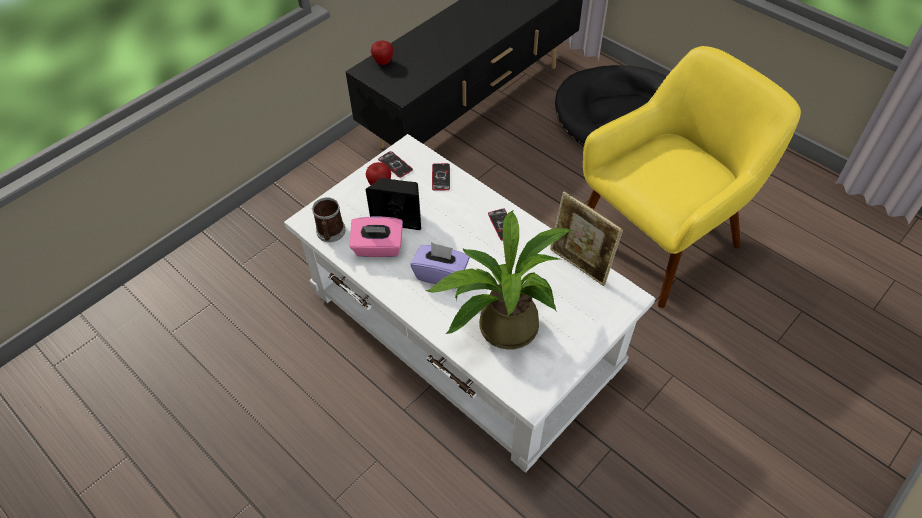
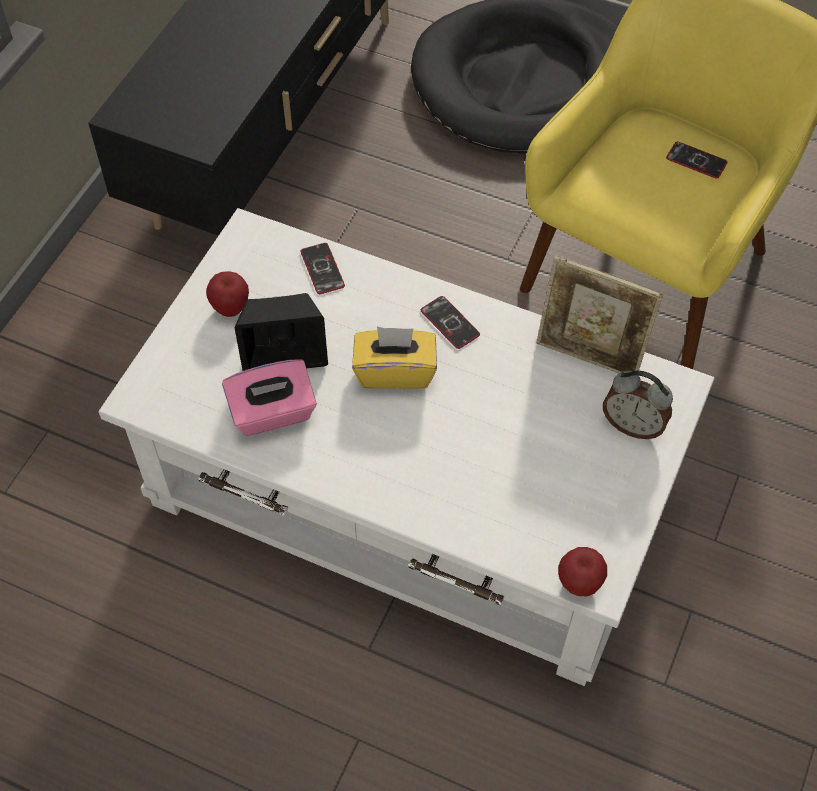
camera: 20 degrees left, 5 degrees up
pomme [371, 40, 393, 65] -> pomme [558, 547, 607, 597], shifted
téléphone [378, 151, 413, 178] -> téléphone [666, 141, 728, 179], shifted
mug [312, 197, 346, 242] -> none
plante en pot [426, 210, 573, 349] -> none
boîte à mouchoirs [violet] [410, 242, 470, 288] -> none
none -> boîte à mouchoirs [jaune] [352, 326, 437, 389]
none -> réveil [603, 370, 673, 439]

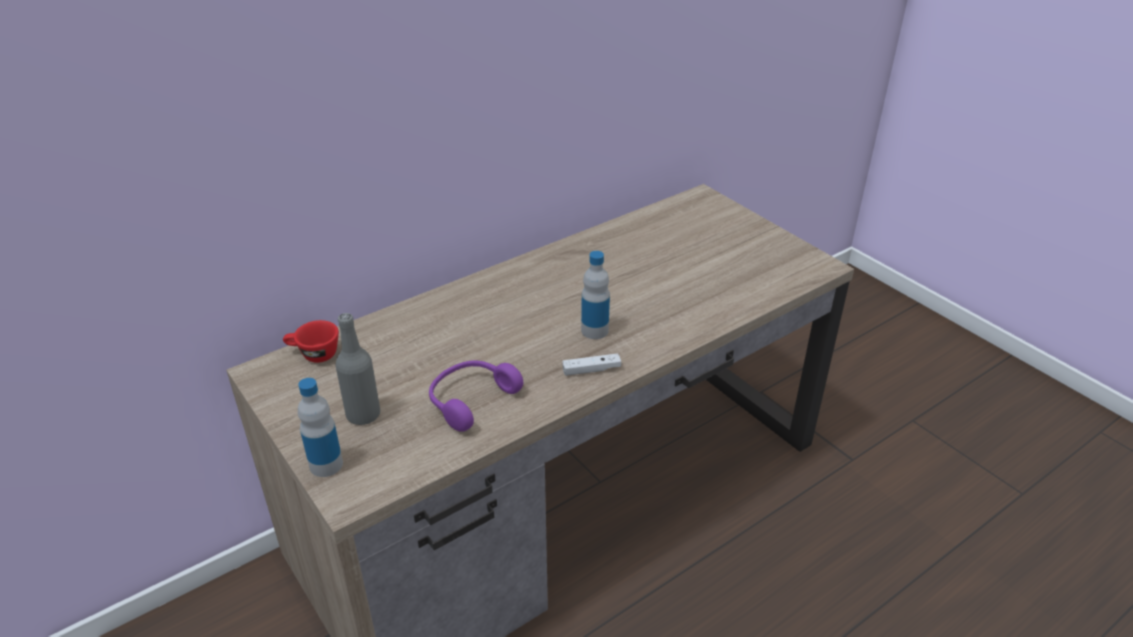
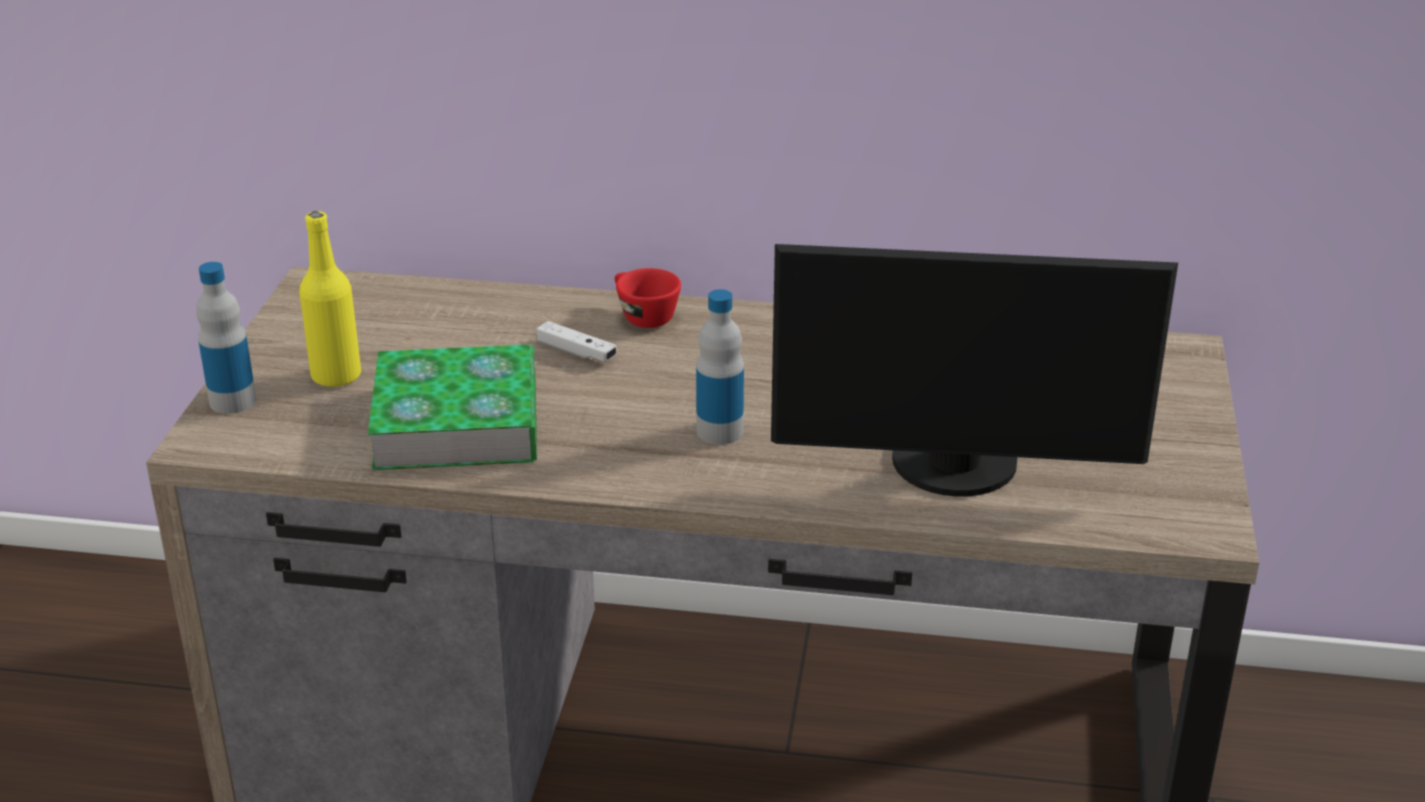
camera: 45 degrees right, 5 degrees down
bouteille [gris] [336, 313, 380, 425] -> bouteille [jaune] [299, 211, 361, 387]
tasse [rouge] [283, 320, 339, 363] -> tasse [rouge] [615, 268, 681, 328], shifted
manette [blanc] [562, 353, 621, 376] -> manette [blanc] [536, 321, 617, 362], shifted
casque audio [violet] [429, 360, 523, 432] -> livre [368, 344, 537, 470]
none -> écran d'ordinateur [771, 244, 1178, 496]

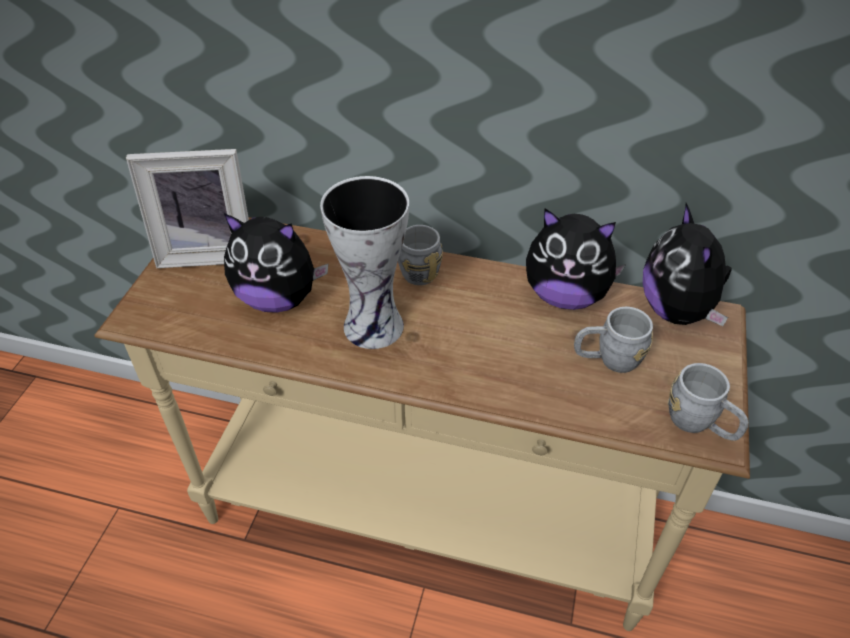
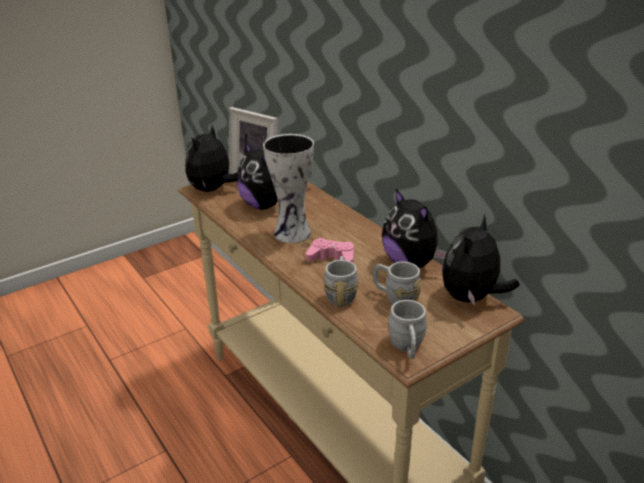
camera: 40 degrees right, 15 degrees down
mug [gris] [398, 225, 443, 285] -> mug [gris] [323, 256, 359, 307], shifted
none -> peluche [185, 125, 237, 192]
none -> manette [rose] [306, 238, 354, 263]

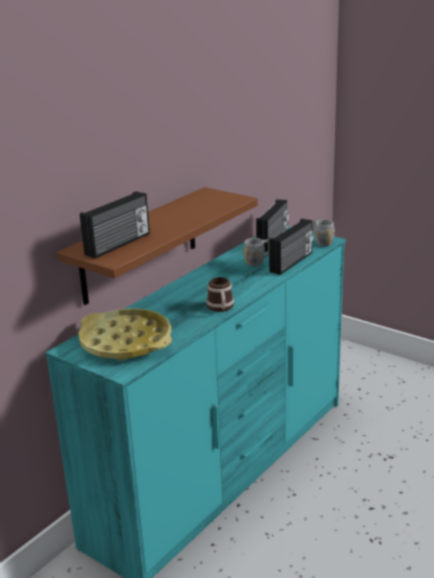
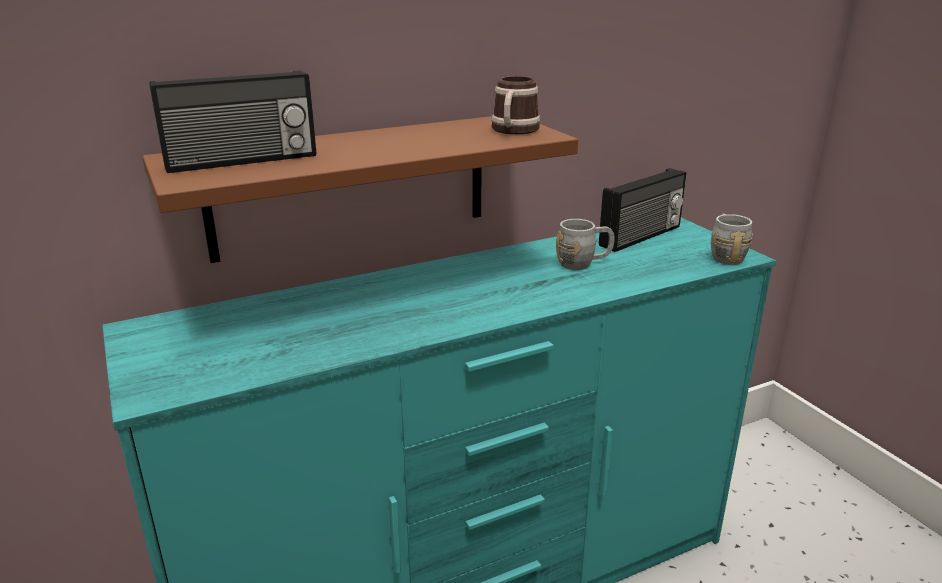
camera: 25 degrees right, 0 degrees up
radio [269, 219, 313, 275] -> none
mug [206, 277, 234, 312] -> mug [491, 76, 540, 134], shifted
plateau [jaune] [78, 308, 172, 361] -> none

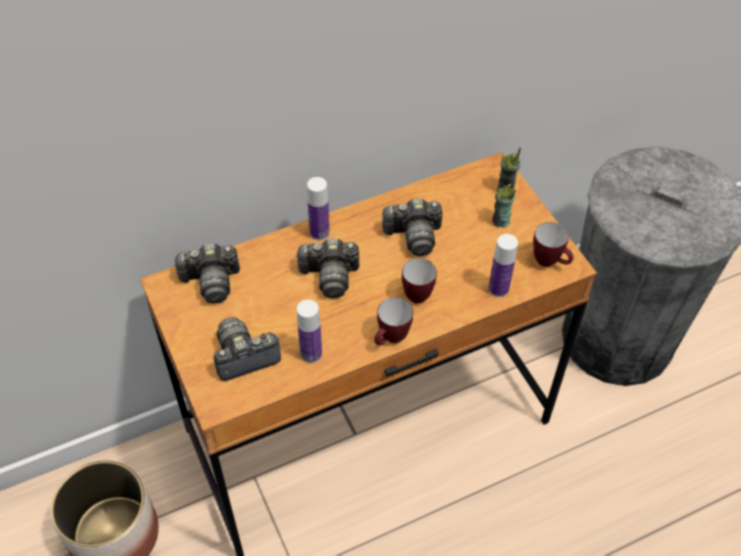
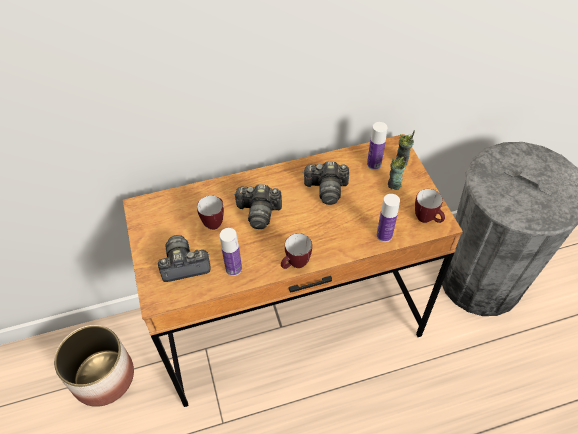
camera: 10 degrees right, 0 degrees up
bouteille [307, 177, 330, 240] -> bouteille [367, 122, 387, 170], shifted
appareil photo [173, 243, 240, 304] -> none
mug [402, 258, 437, 304] -> mug [197, 196, 224, 230], shifted

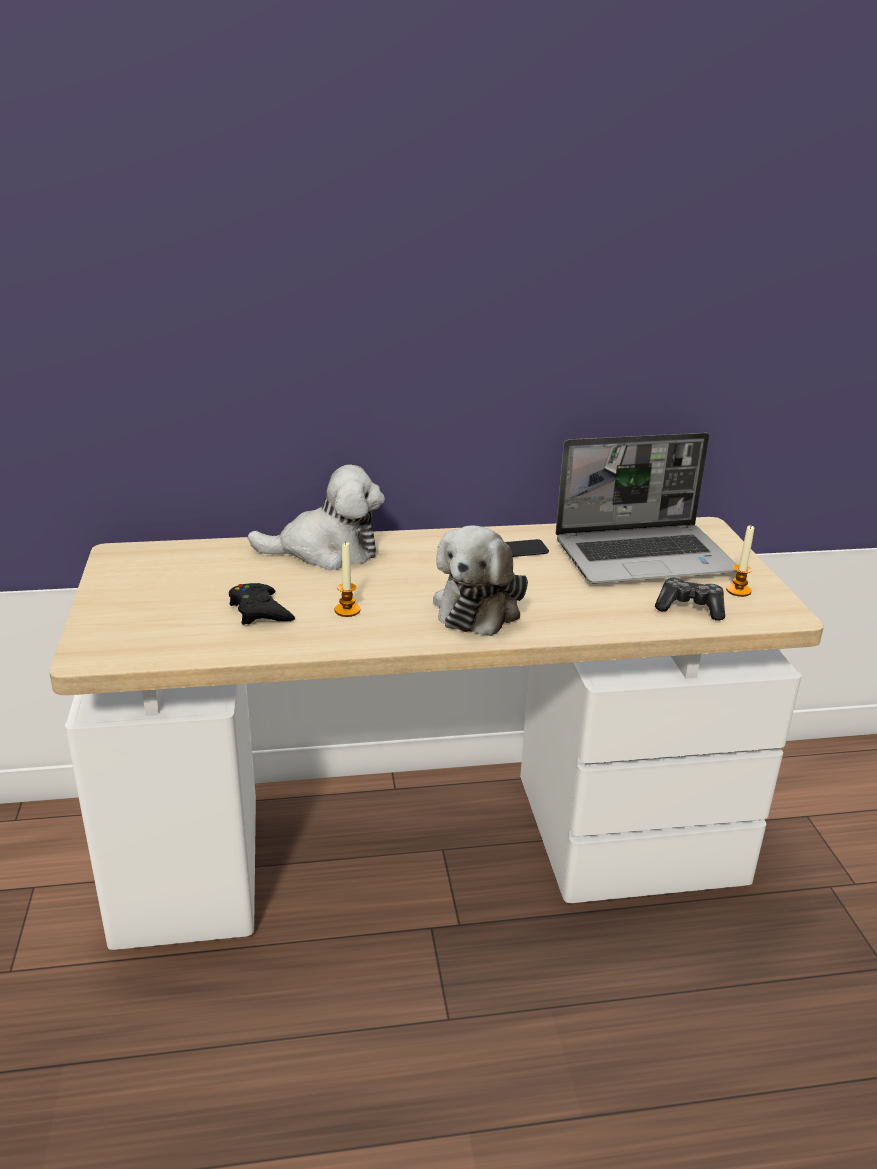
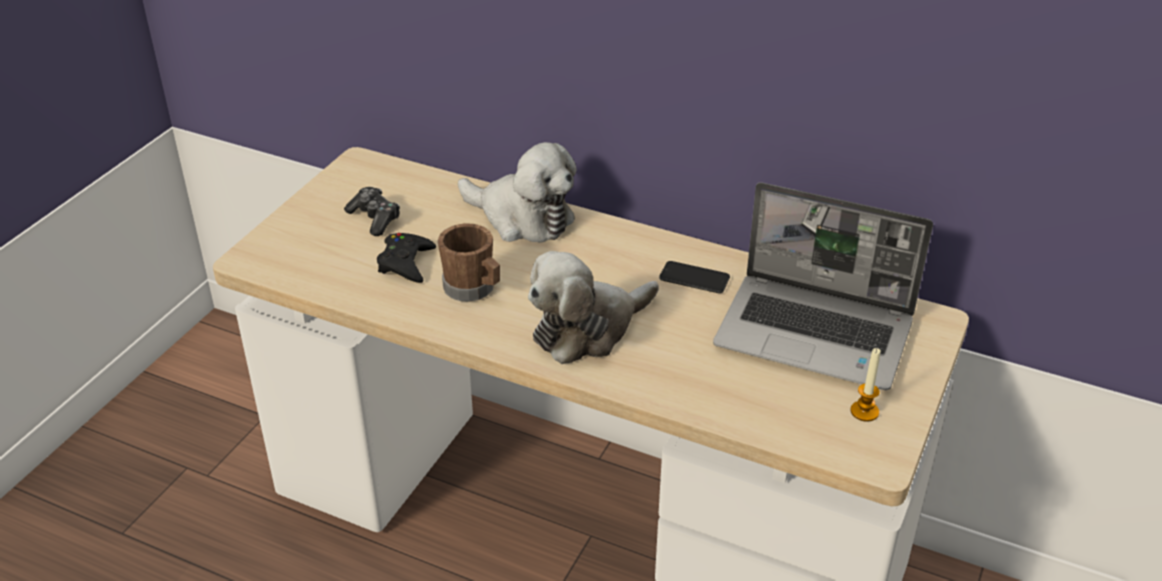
camera: 35 degrees right, 10 degrees up
bougie [335, 542, 360, 617] -> mug [marron] [438, 223, 500, 302]
manette [655, 578, 725, 621] -> manette [344, 187, 400, 236], shifted

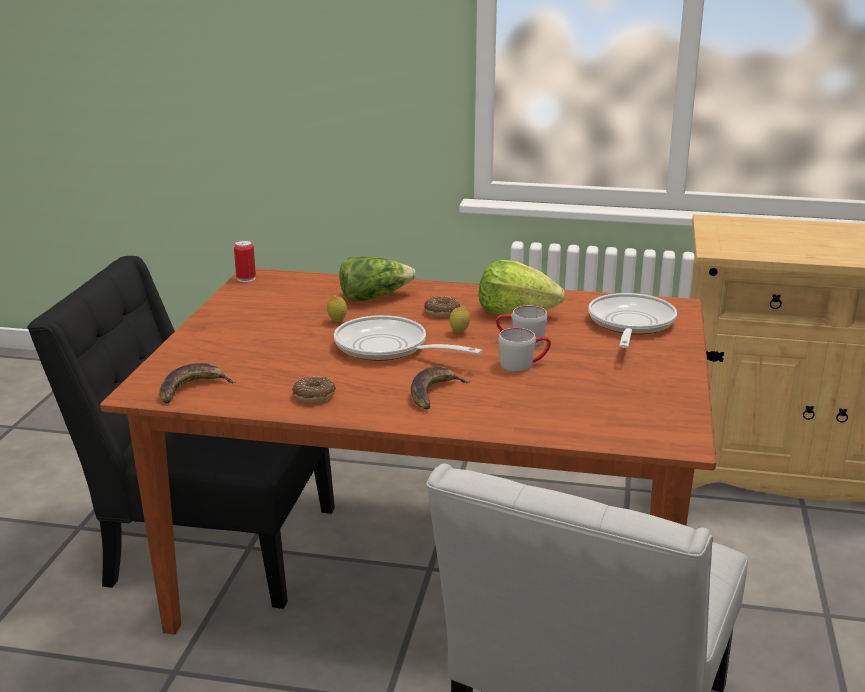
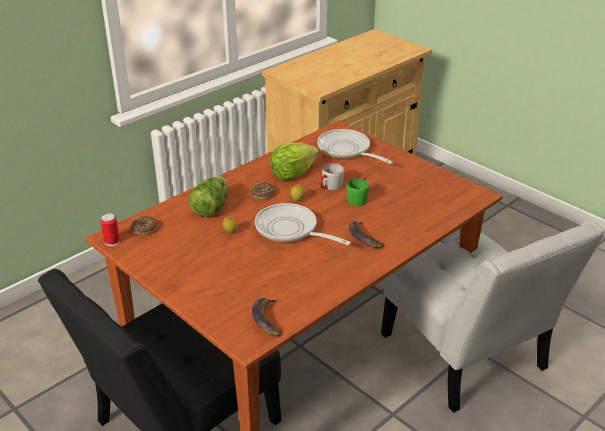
camera: 55 degrees left, 10 degrees up
poêle [334, 315, 482, 361] -> poêle [255, 203, 351, 245], 60 degrees clockwise
mug [gris] [498, 328, 551, 372] -> mug [vert] [347, 177, 369, 206]
beignet [292, 376, 336, 403] -> beignet [131, 216, 158, 235], shifted

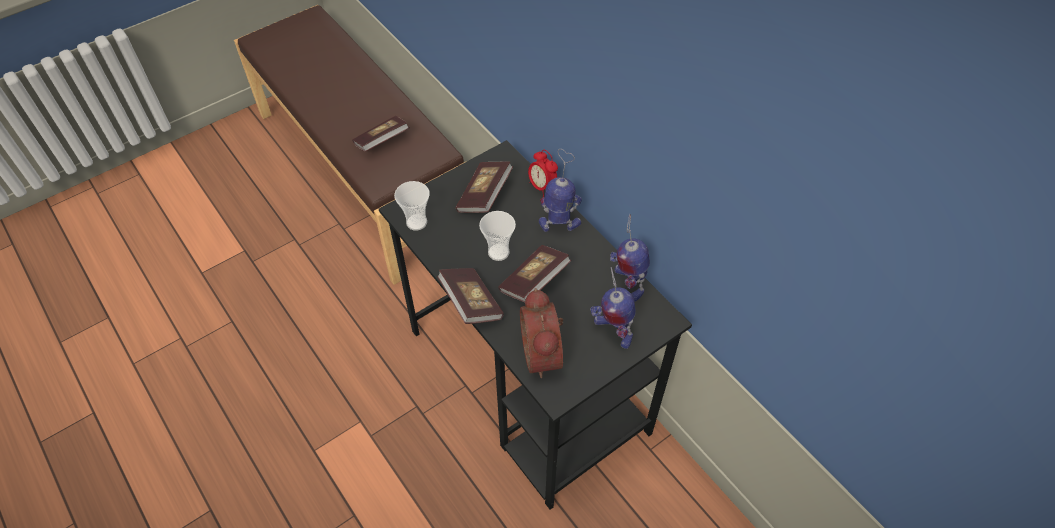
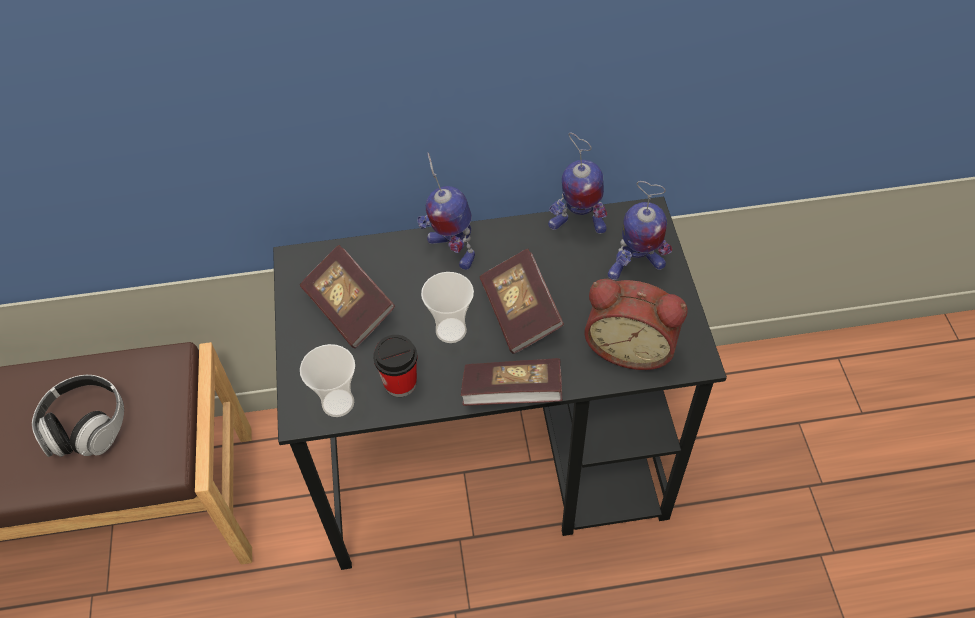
camera: 60 degrees left, 0 degrees up
livre [352, 116, 410, 152] -> casque audio [32, 375, 124, 457]
robot jouet [539, 149, 582, 232] -> robot jouet [417, 152, 475, 270], 75 degrees counterclockwise
réveil [528, 150, 558, 197] -> none
none -> tasse [373, 335, 418, 397]

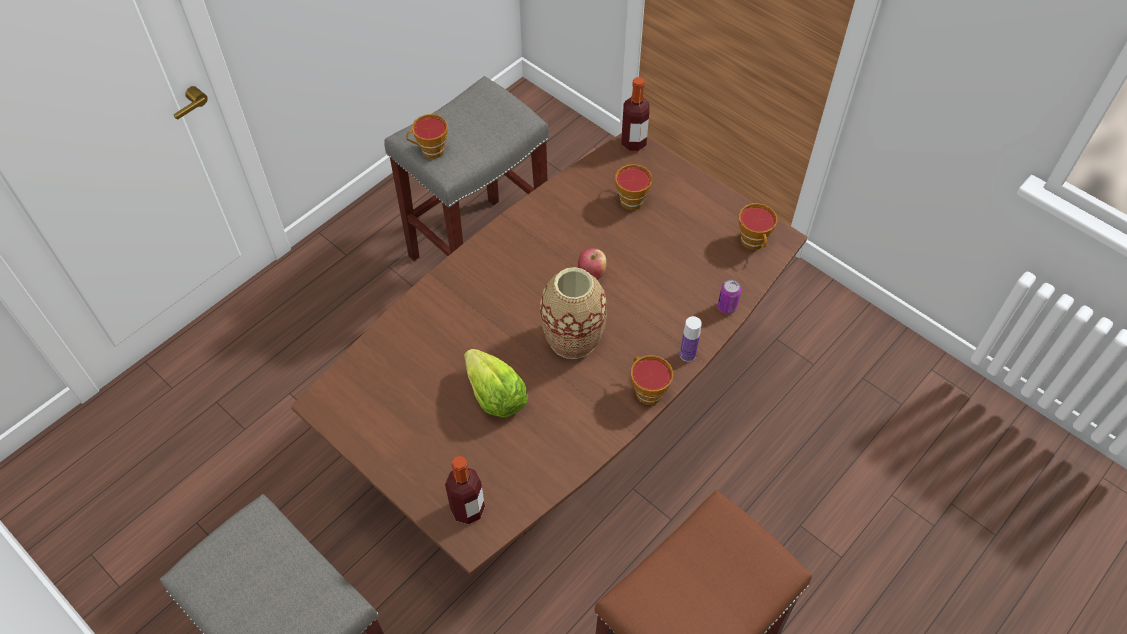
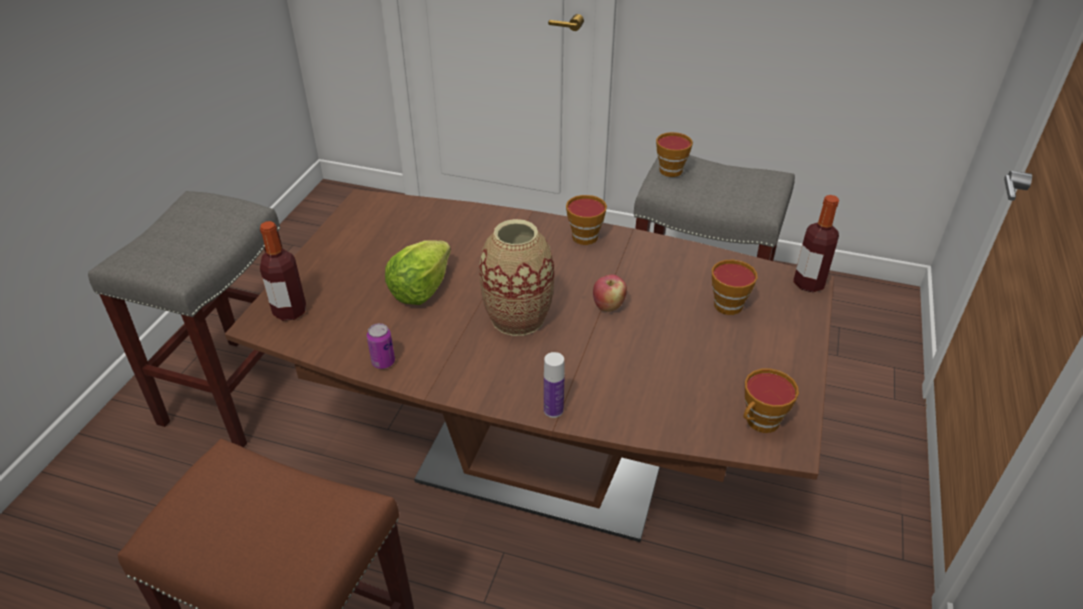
camera: 65 degrees right, 15 degrees down
boîte métallique [718, 279, 741, 314] -> boîte métallique [367, 323, 395, 369], shifted
tasse [631, 355, 673, 405] -> tasse [566, 195, 607, 245], shifted

